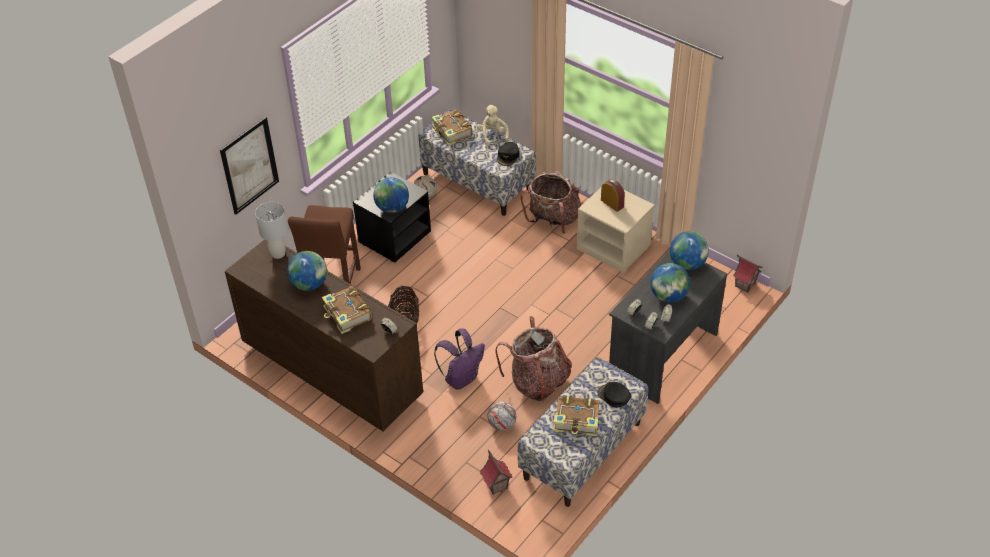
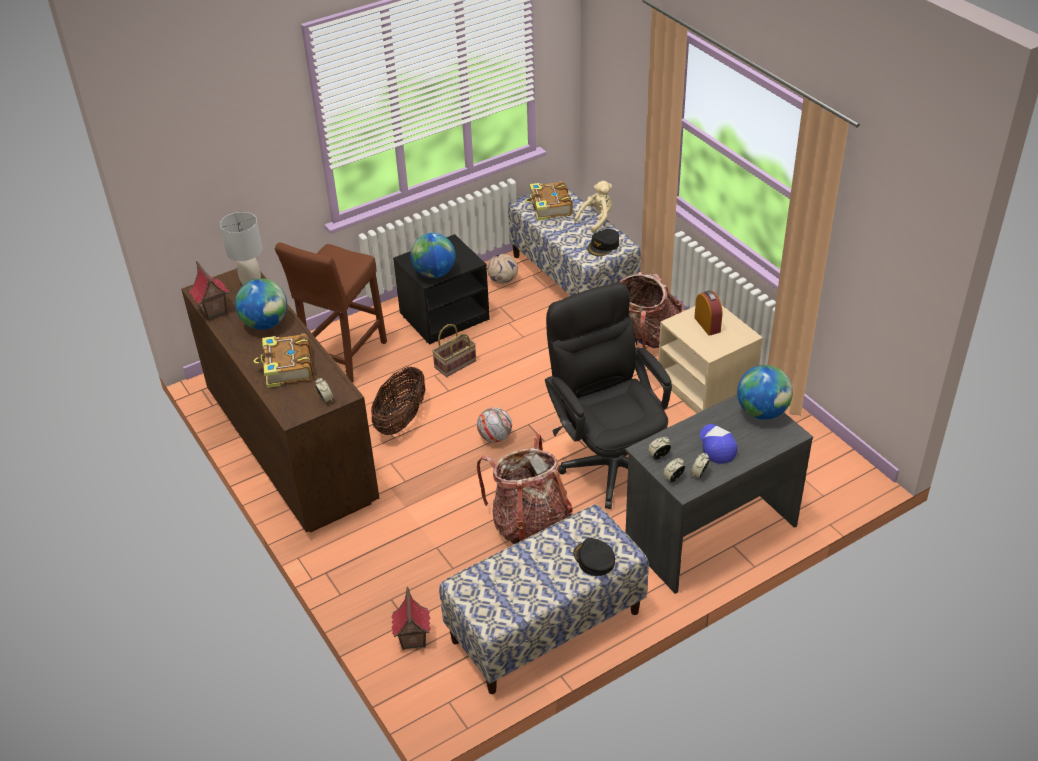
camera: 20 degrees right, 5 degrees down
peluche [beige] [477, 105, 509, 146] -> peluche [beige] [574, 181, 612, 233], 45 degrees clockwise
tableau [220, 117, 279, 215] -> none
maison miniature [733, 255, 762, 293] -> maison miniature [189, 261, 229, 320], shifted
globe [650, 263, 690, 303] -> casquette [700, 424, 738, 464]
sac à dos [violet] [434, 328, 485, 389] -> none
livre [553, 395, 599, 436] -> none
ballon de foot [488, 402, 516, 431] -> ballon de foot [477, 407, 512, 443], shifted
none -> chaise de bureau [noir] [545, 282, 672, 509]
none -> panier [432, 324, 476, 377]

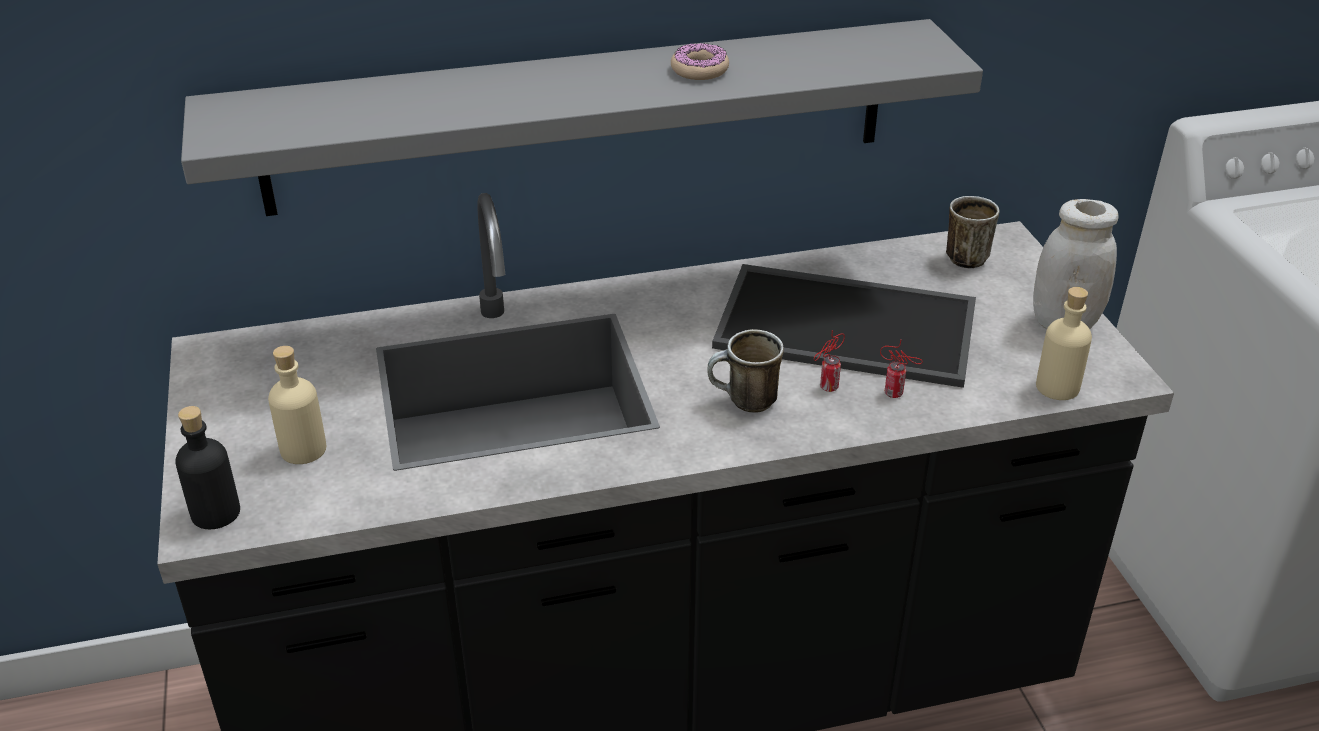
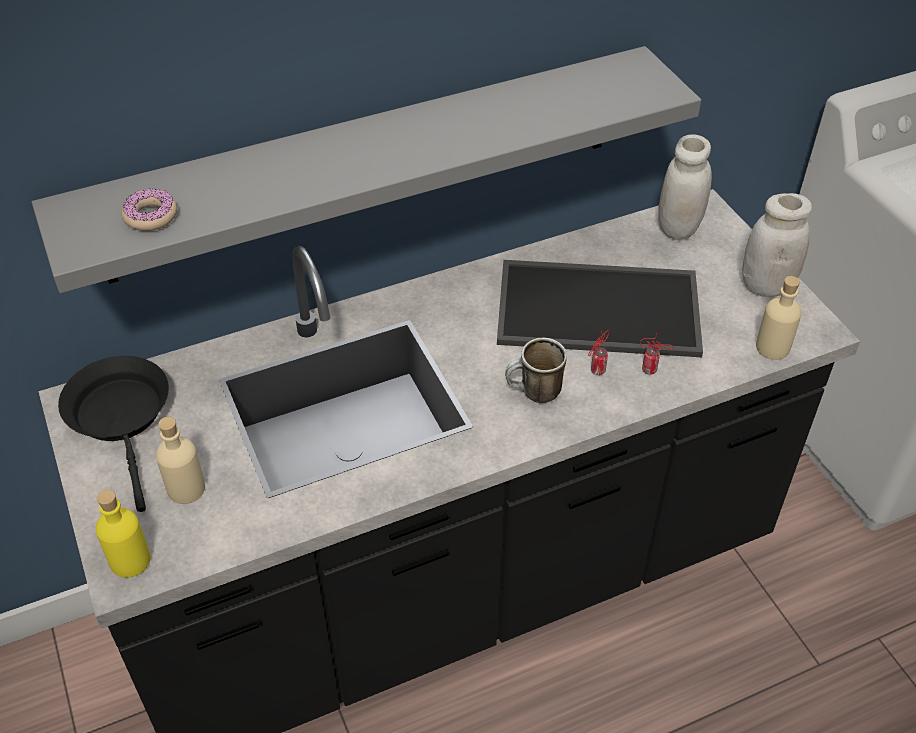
camera: 10 degrees left, 10 degrees up
beignet [671, 43, 729, 80] -> beignet [121, 189, 177, 231], shifted
mug [946, 196, 1000, 268] -> bocal [blanc] [658, 134, 712, 240]
bouteille [noir] [175, 406, 240, 529] -> bouteille [jaune] [96, 489, 151, 578]
none -> poêle [noir] [58, 356, 169, 512]

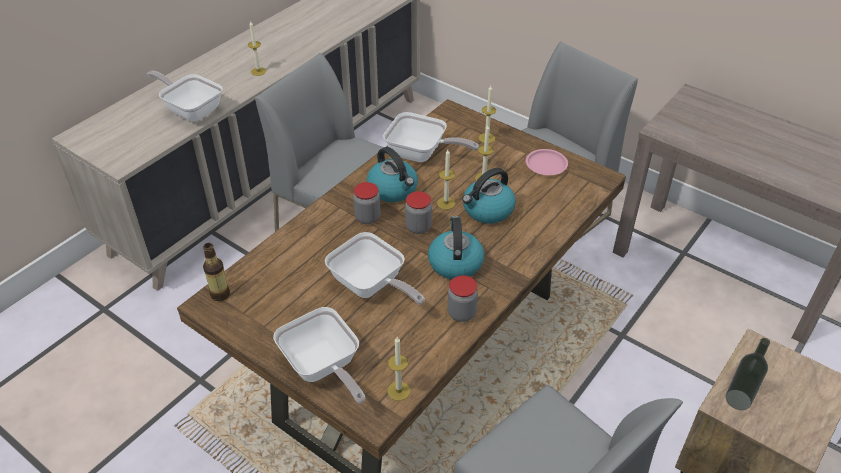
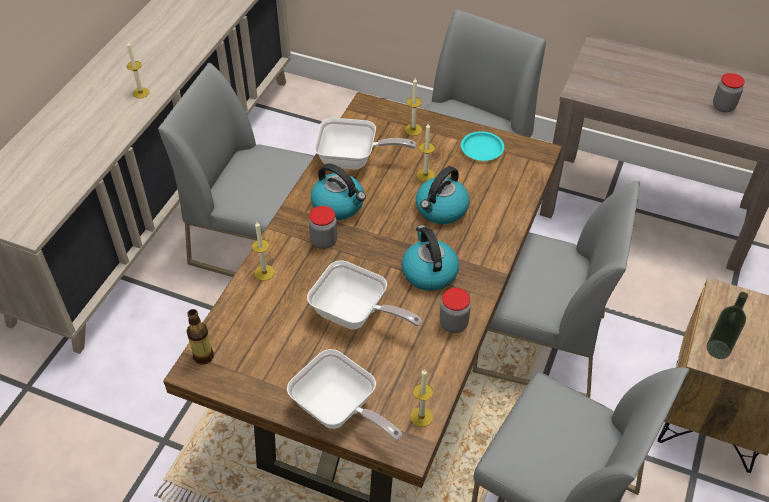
camera: 15 degrees left, 5 degrees up
poêle [147, 71, 223, 122] -> none
bougie [437, 149, 455, 210] -> bougie [252, 222, 275, 281], shifted
assiette [rose] [526, 149, 568, 175] -> assiette [turquoise] [461, 131, 504, 161]
bocal [405, 191, 432, 234] -> bocal [713, 73, 745, 112], shifted
none -> chaise [gris] [473, 181, 640, 398]

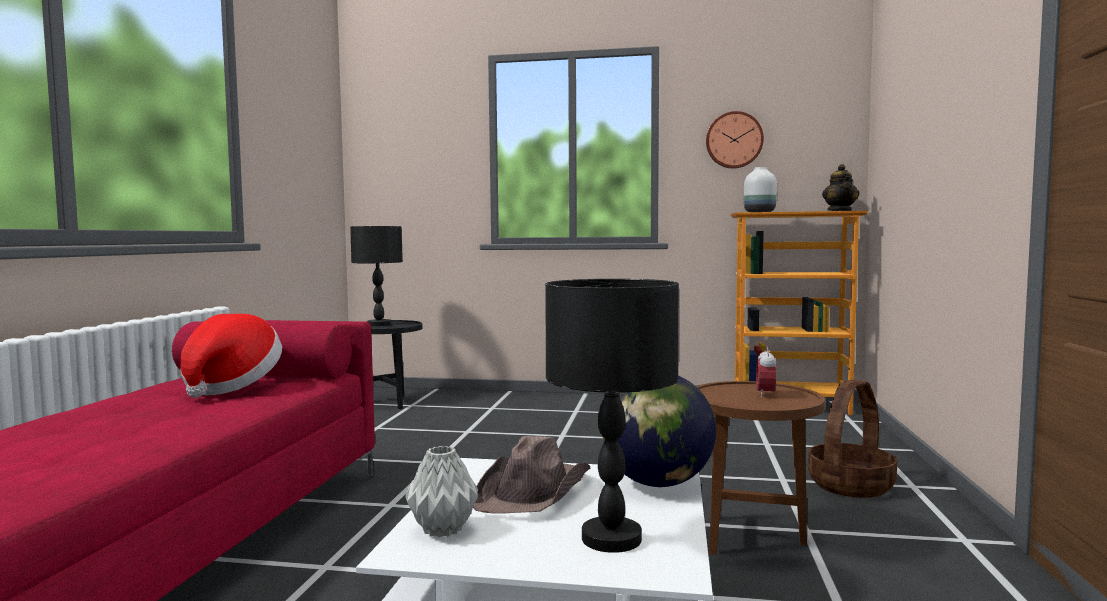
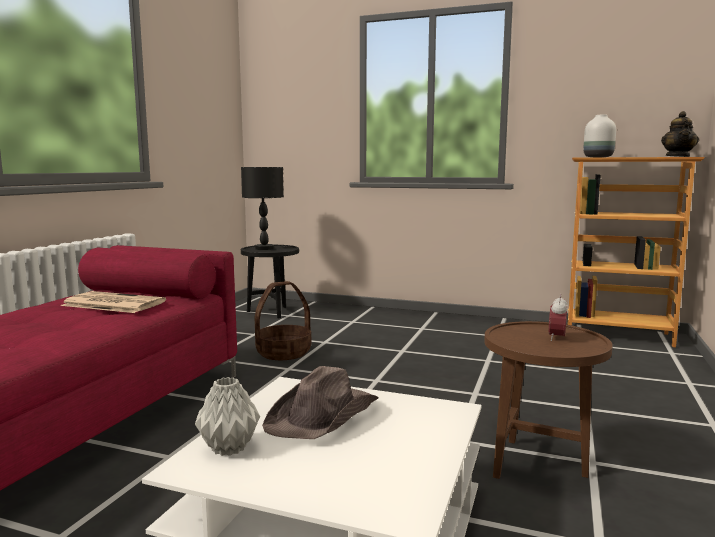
camera: 10 degrees right, 5 degrees up
horloge murale [706, 111, 764, 169] -> none
lampe de table [noir] [545, 279, 679, 553] -> none
chapeau [180, 314, 282, 398] -> journal [61, 291, 166, 313]
globe [603, 376, 716, 487] -> none
panier [808, 380, 897, 498] -> panier [254, 281, 311, 360], shifted

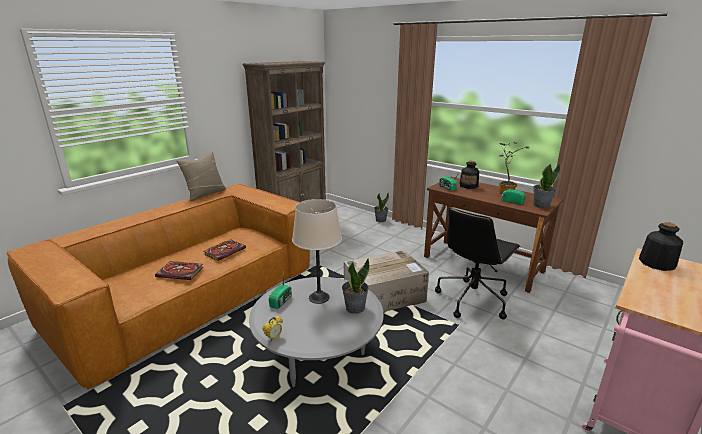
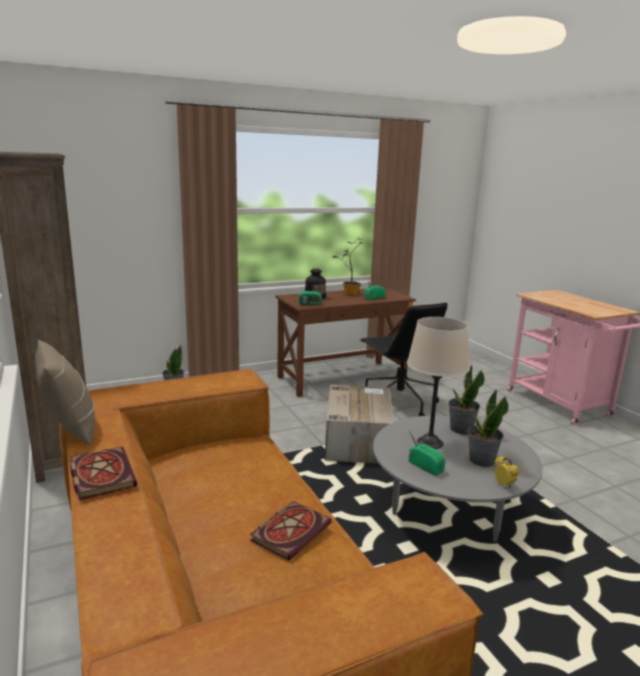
camera: 65 degrees left, 5 degrees down
plante en pot [533, 163, 561, 209] -> plante en pot [468, 390, 509, 467], shifted
bouteille [638, 222, 683, 271] -> none
livre [203, 239, 246, 261] -> livre [70, 447, 137, 500], shifted

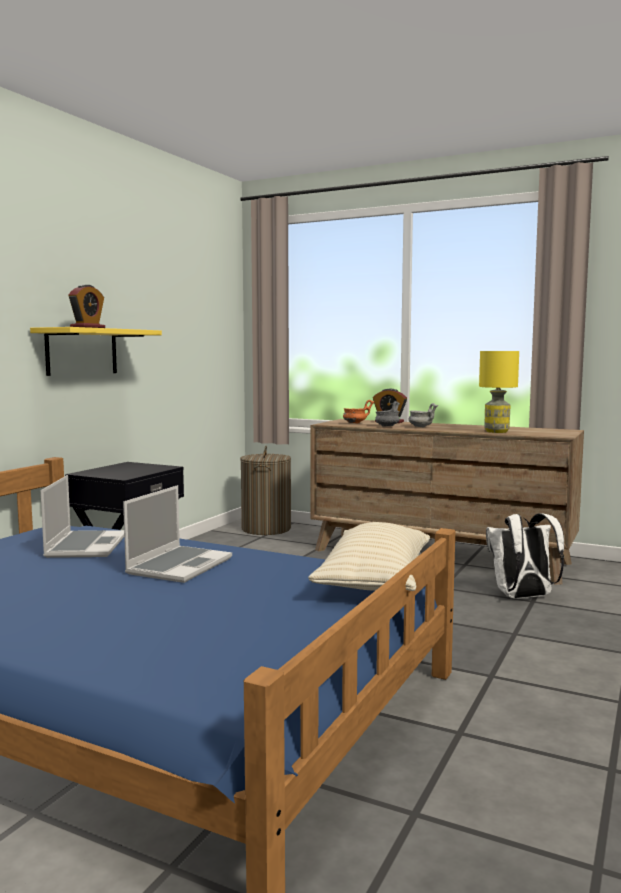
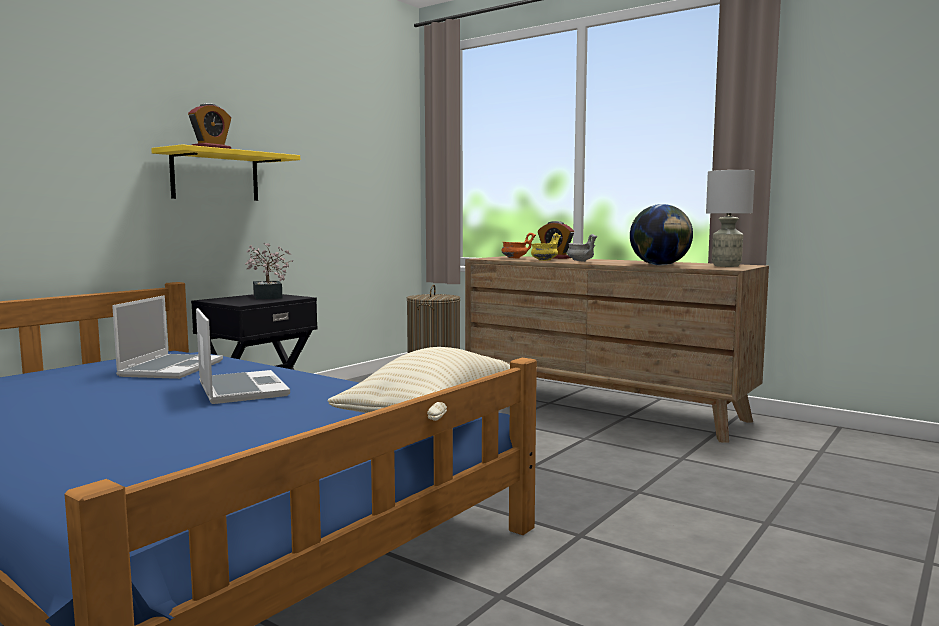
camera: 10 degrees right, 0 degrees up
lampe de table [jaune] [479, 351, 519, 433] -> globe [630, 204, 693, 265]
bol [gris] [375, 401, 400, 426] -> bol [jaune] [531, 233, 561, 261]
ordinateur portable [123, 485, 232, 583] -> ordinateur portable [196, 308, 290, 404], 60 degrees counterclockwise
sac à dos [blanc] [486, 513, 564, 599] -> none
none -> lampe de table [gris] [706, 170, 755, 267]
none -> plante en pot [245, 243, 293, 299]

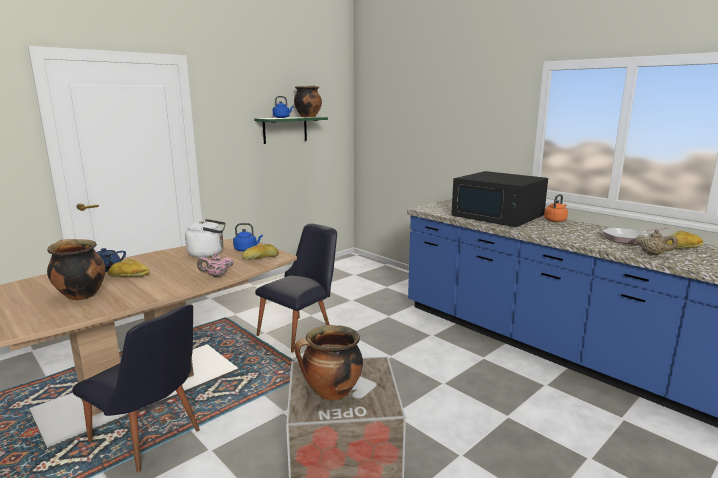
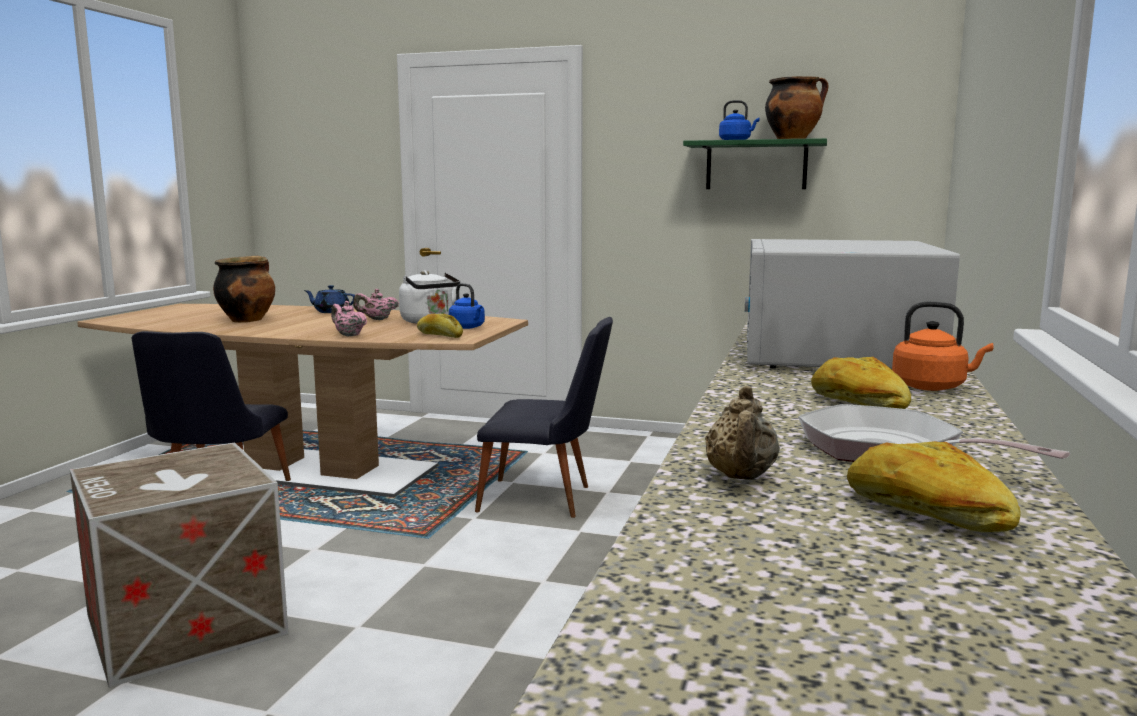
camera: 60 degrees right, 5 degrees down
micro-ondes [noir] [451, 171, 548, 227] -> micro-ondes [blanc] [745, 239, 960, 370]
pain [108, 259, 150, 277] -> pain [811, 357, 911, 409], shifted
marmite [294, 325, 363, 401] -> none
none -> théière [rose] [353, 289, 399, 320]

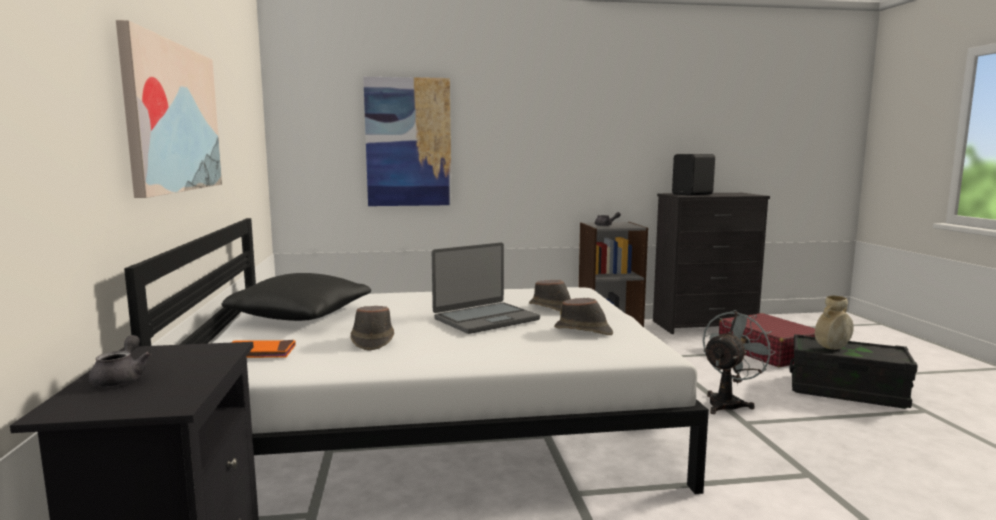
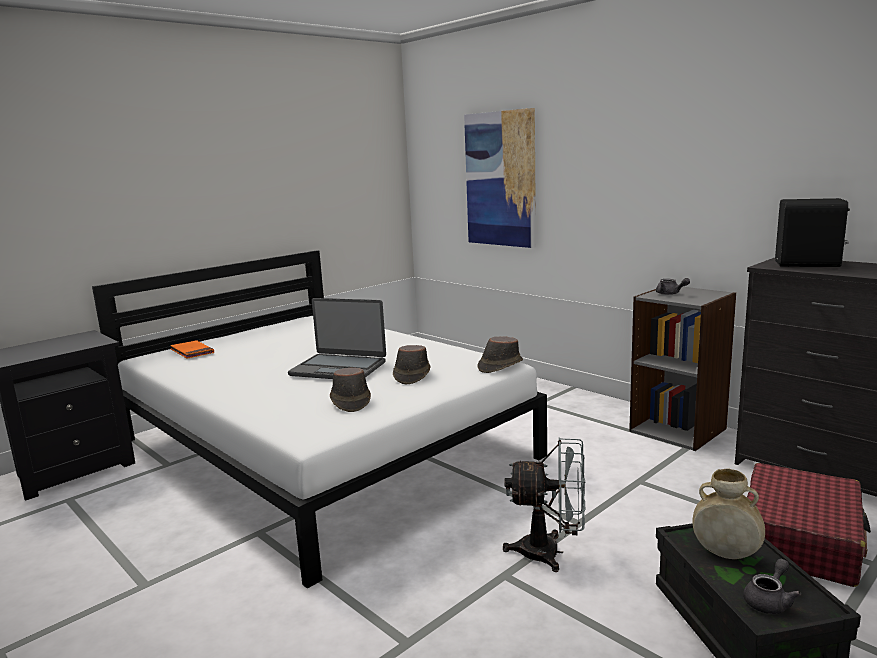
camera: 55 degrees right, 5 degrees up
tableau [116, 20, 222, 198] -> none
coussin [noir] [221, 273, 371, 321] -> none
chapeau [marron] [351, 306, 394, 350] -> chapeau [marron] [477, 336, 523, 373], shifted
théière [gris] [89, 335, 151, 387] -> théière [gris] [743, 559, 801, 614], shifted

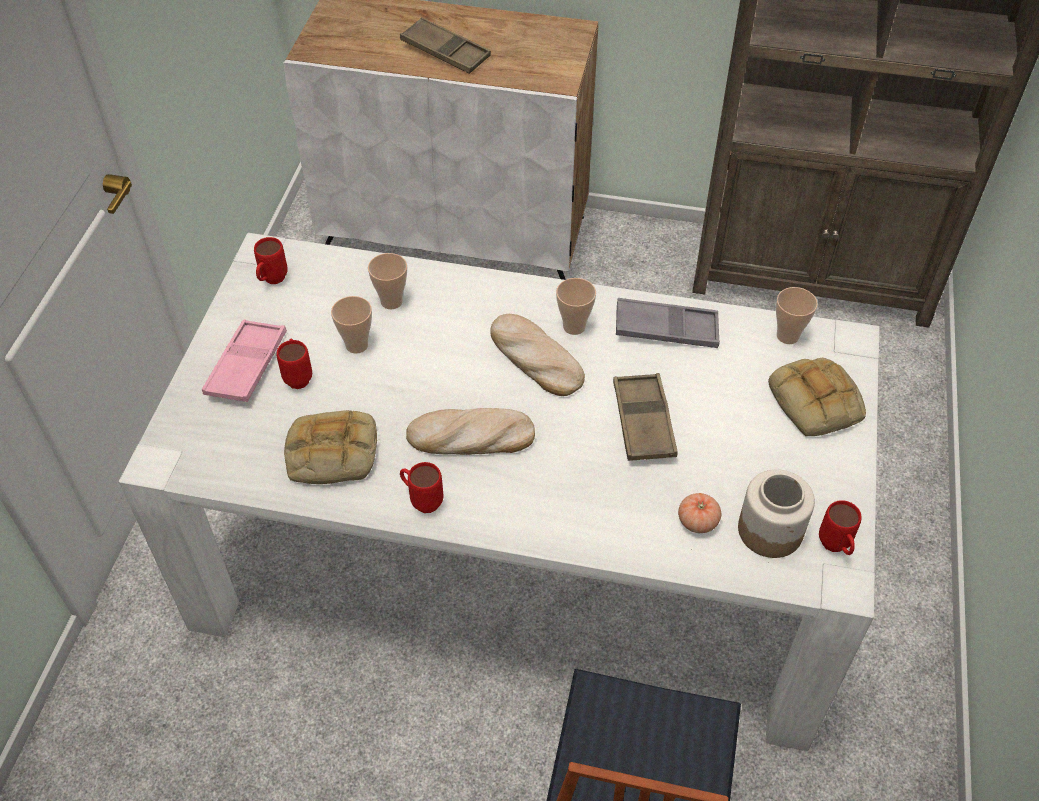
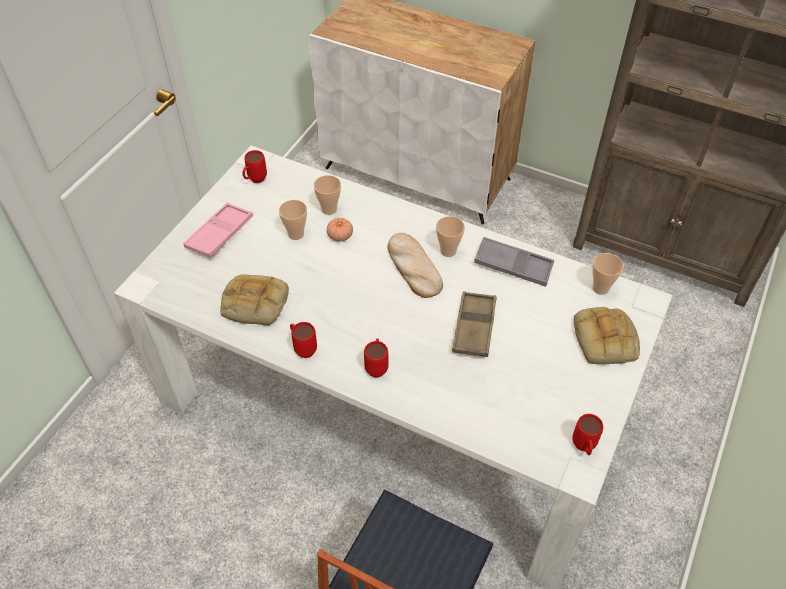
camera: 15 degrees right, 0 degrees up
plateau [marron] [400, 17, 491, 74] -> none
mug [rouge] [277, 339, 312, 389] -> mug [rouge] [364, 338, 388, 378], shifted
pain [406, 408, 535, 455] -> none
bocal [738, 469, 815, 558] -> none
tomate [678, 493, 721, 533] -> tomate [327, 218, 353, 242], shifted

